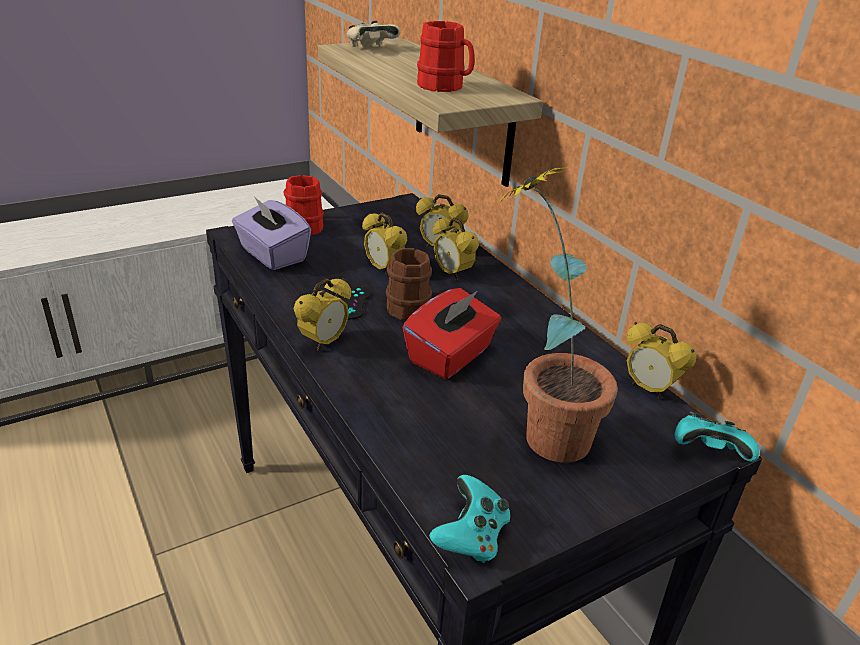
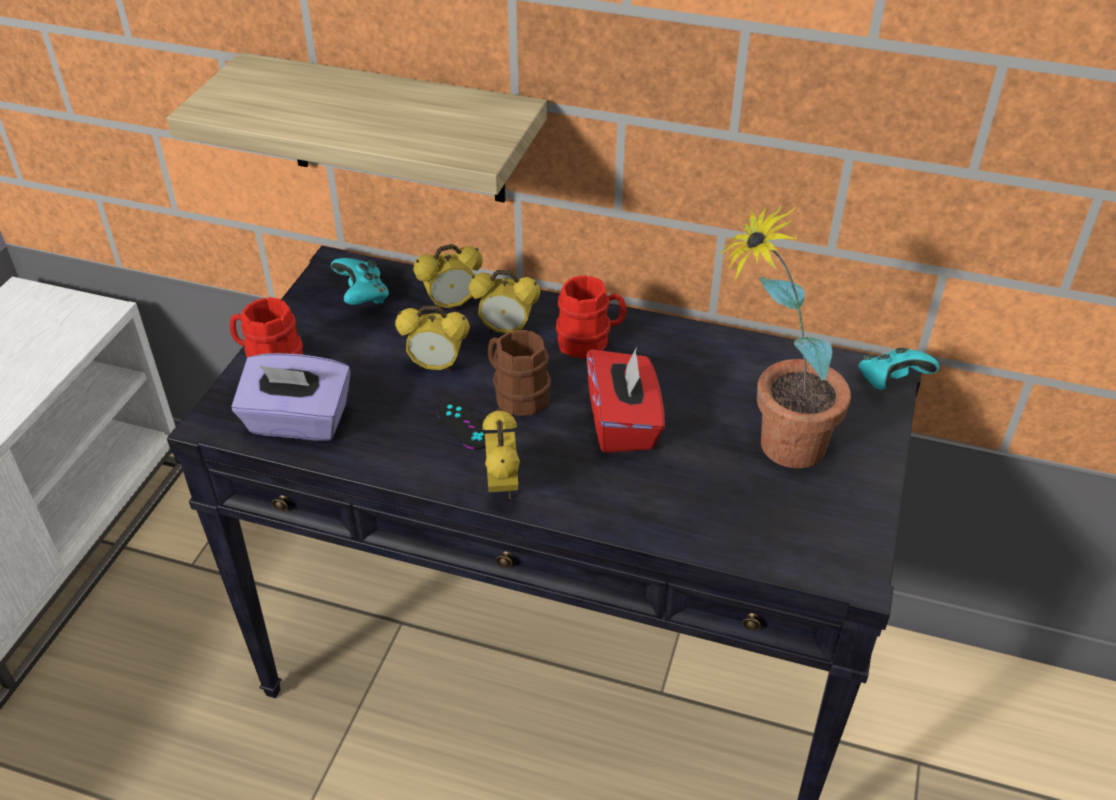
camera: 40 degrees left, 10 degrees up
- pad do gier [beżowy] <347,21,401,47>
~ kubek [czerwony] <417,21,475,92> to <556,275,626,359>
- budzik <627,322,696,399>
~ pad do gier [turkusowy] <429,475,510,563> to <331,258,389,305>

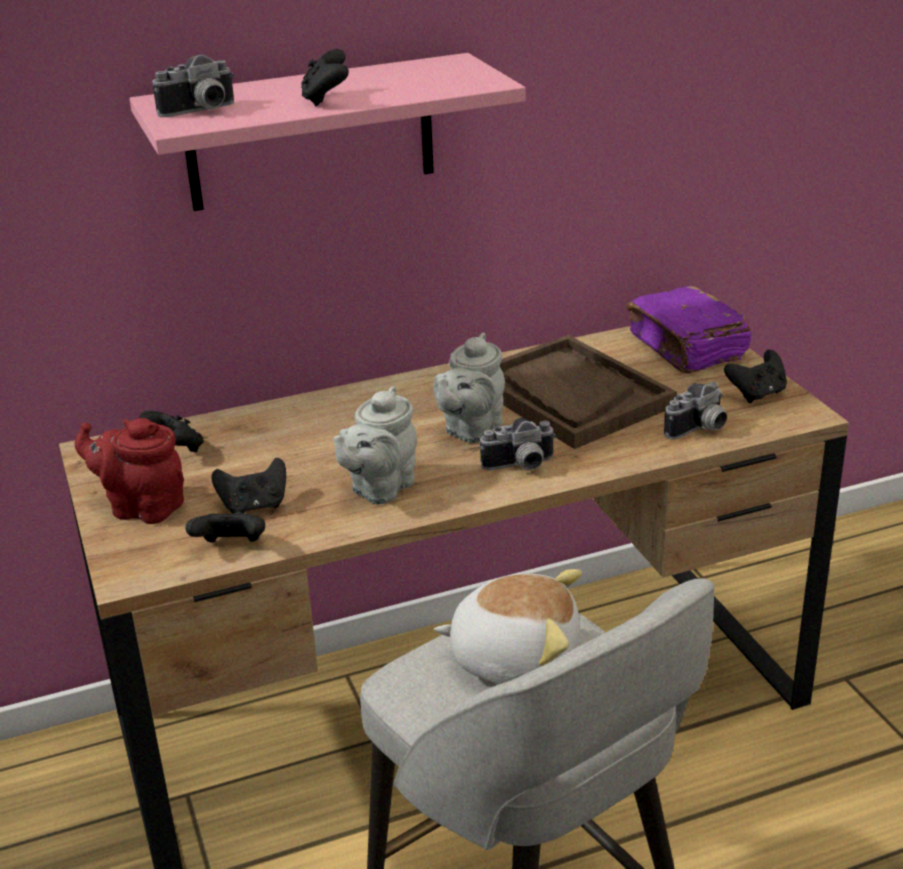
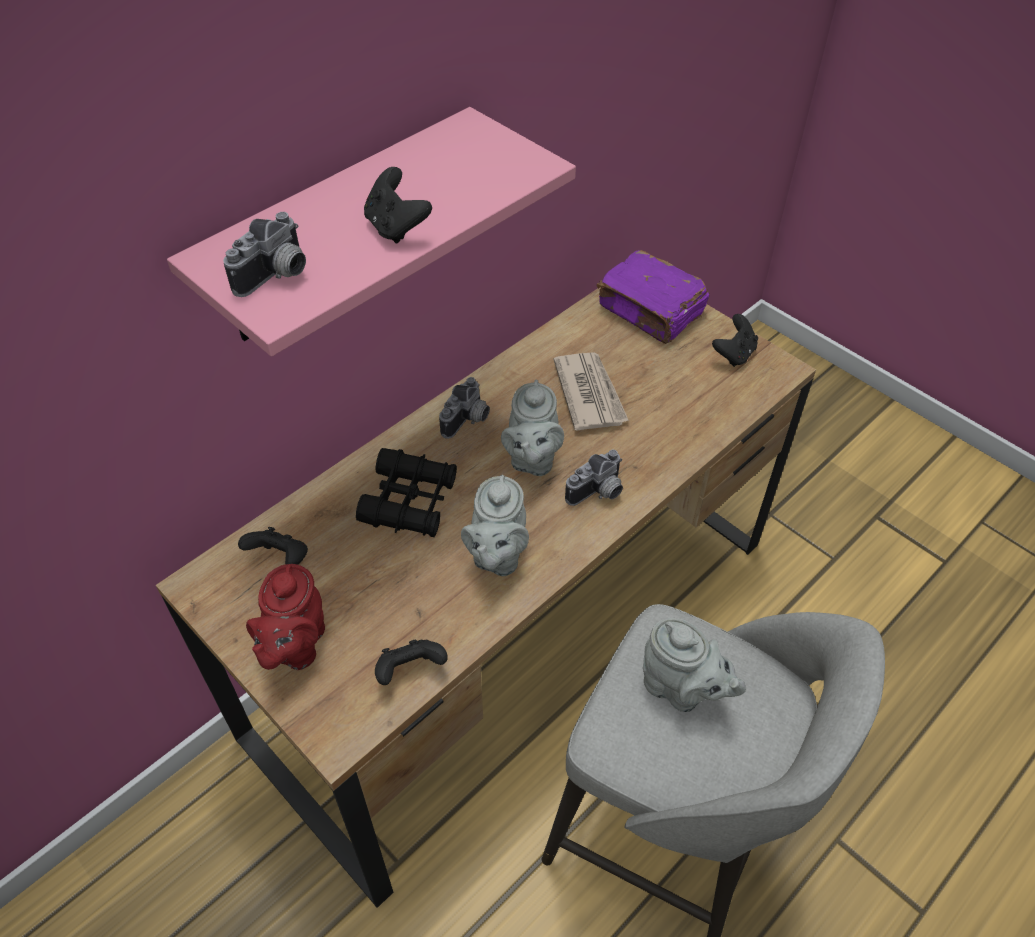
camera: 25 degrees left, 20 degrees up
~ taca [brązowy] <500,335,677,449> to gazeta <553,352,629,431>
~ aparat fotograficzny <664,382,727,439> to <439,377,490,439>
~ imbryk [czerwony] <75,418,184,524> = <246,564,325,670> 75 degrees counterclockwise
- pad do gier [czarny] <212,458,286,514>
~ pluszak <434,569,582,684> to imbryk [szary] <643,618,746,712>
+ lornetka [czarny] <356,448,457,537>

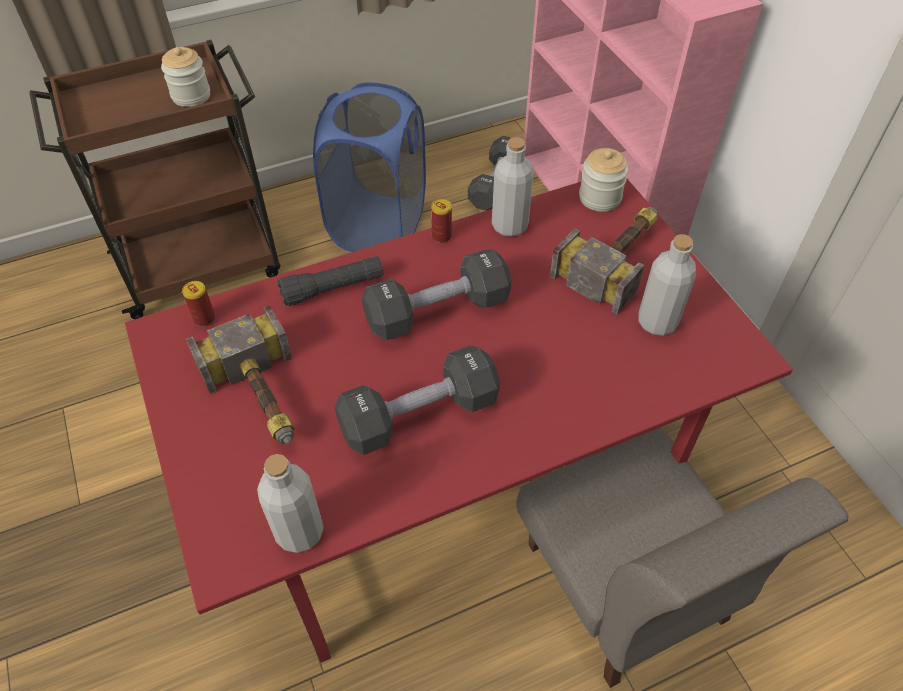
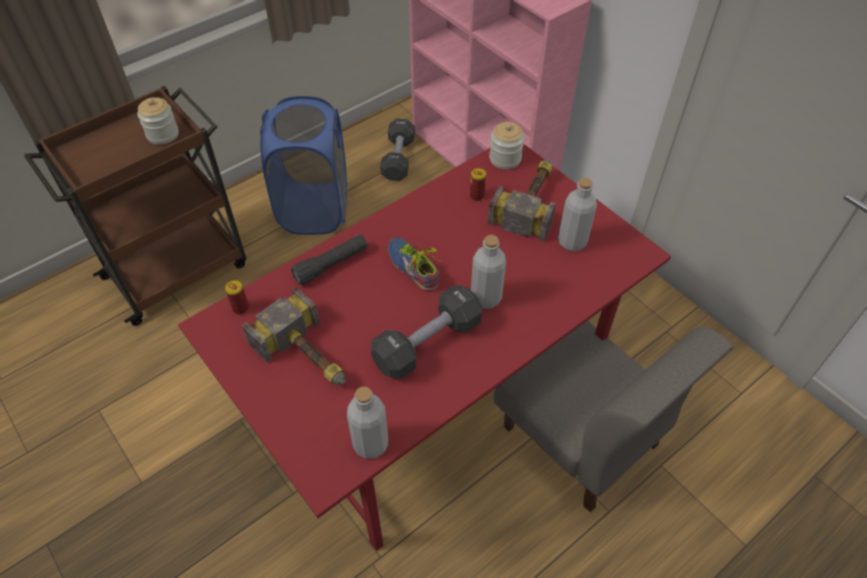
camera: 15 degrees left, 0 degrees up
~ butelka [szary] <492,137,534,237> to <471,235,506,309>
~ puszka <431,199,452,243> to <470,168,486,201>
~ hantel [czarny] <362,249,512,340> to but <388,237,440,291>

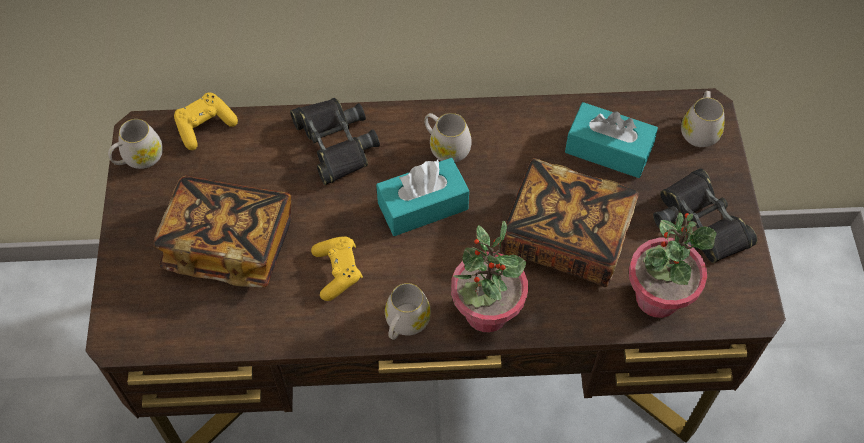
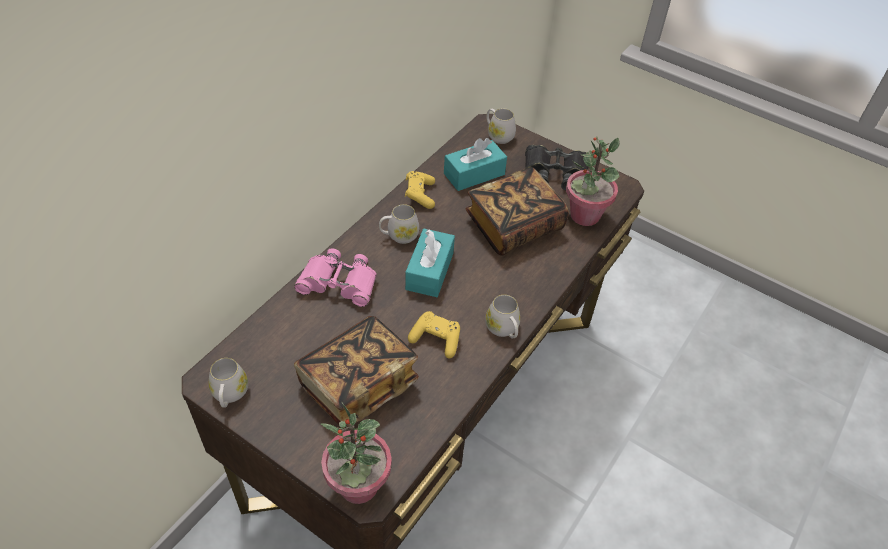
camera: 55 degrees left, 10 degrees down
~ pad do gier [żółty] <174,93,238,150> to <405,171,435,209>
~ lornetka [czarny] <290,98,380,185> to lornetka [różowy] <294,248,377,307>
~ roślina doniczkowa <451,221,528,332> to <321,402,392,504>

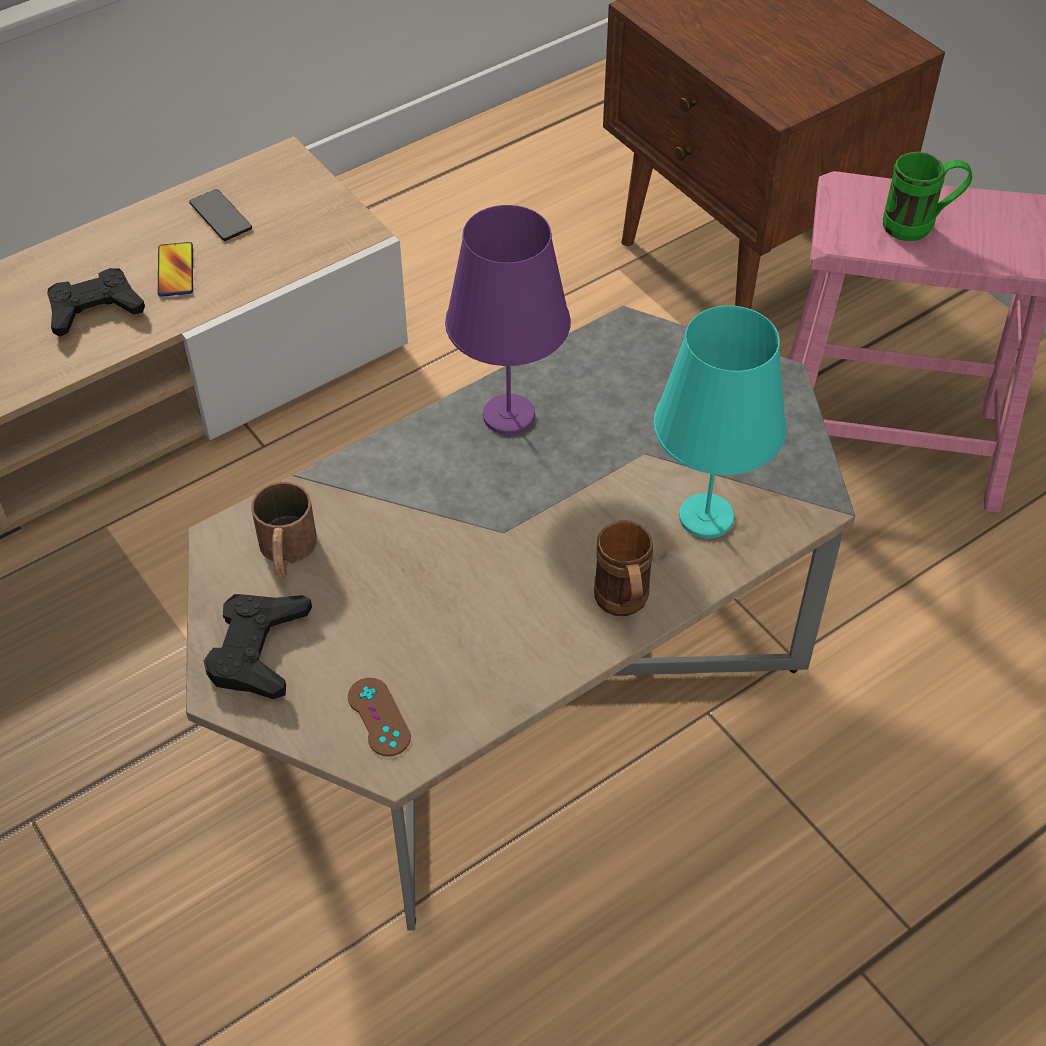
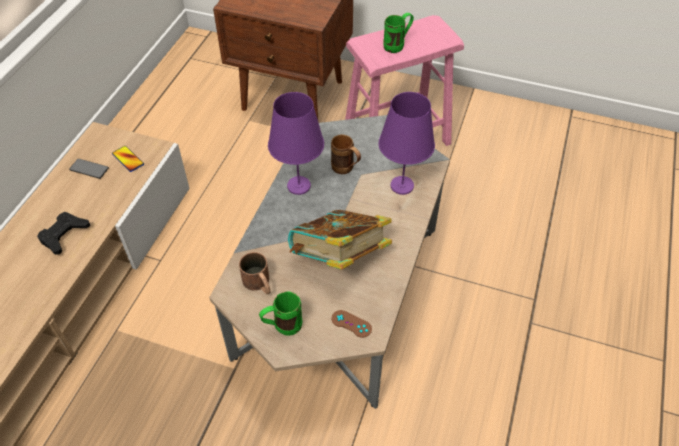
camera: 35 degrees left, 0 degrees up
~ telefon <158,242,193,297> to <112,146,144,172>
~ lampa stołowa [turkusowy] <653,305,787,538> to lampa stołowa [fioletowy] <379,92,435,195>
~ kubek [brązowy] <594,520,653,616> to <331,134,361,174>
~ pad do gier [czarny] <204,594,312,699> to kubek [zielony] <259,291,302,336>
+ książka <288,210,392,270>

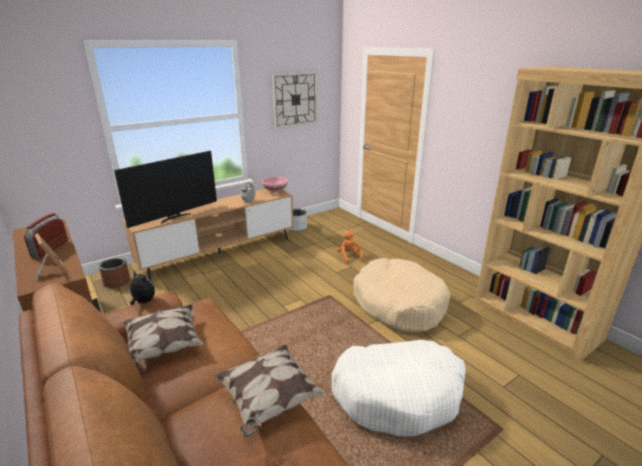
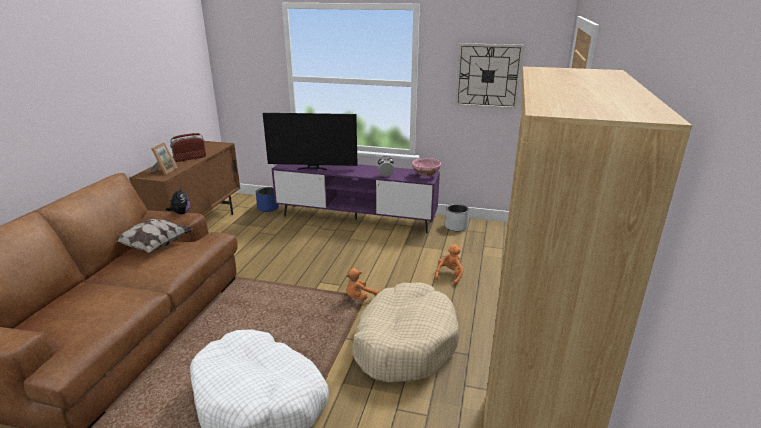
camera: 50 degrees right, 0 degrees up
~ szafka pod telewizor [brązowy] <123,189,293,280> to szafka pod telewizor [fioletowy] <272,164,440,233>
~ donica [brązowy] <99,257,130,288> to donica [niebieski] <256,187,279,212>
- poduszka <214,345,327,438>
+ pluszak [pomarańczowy] <346,268,379,300>

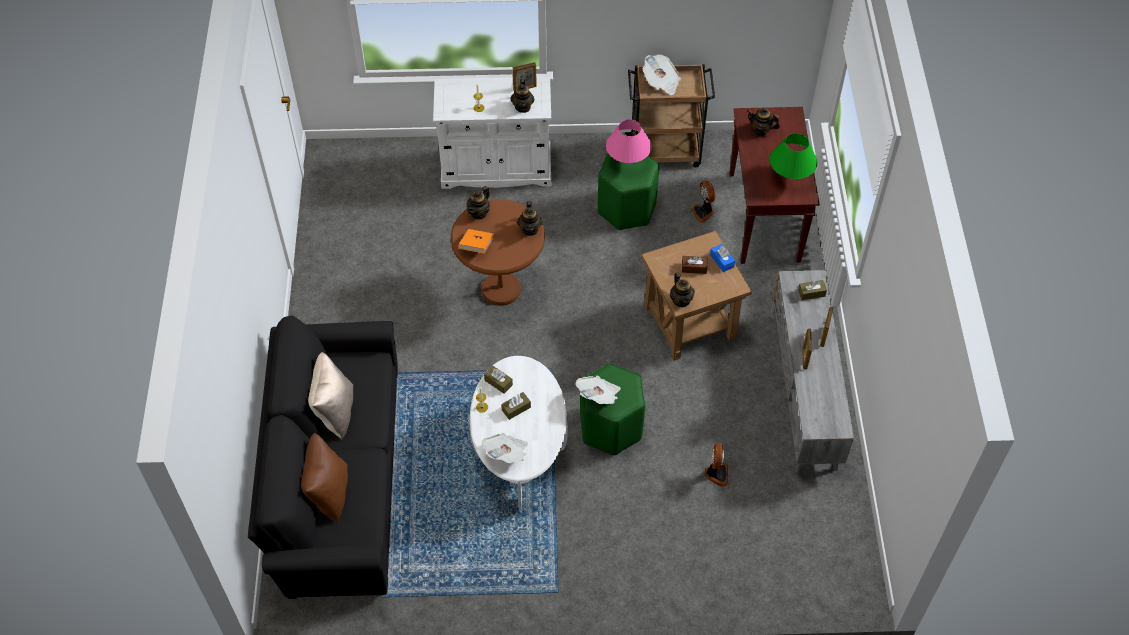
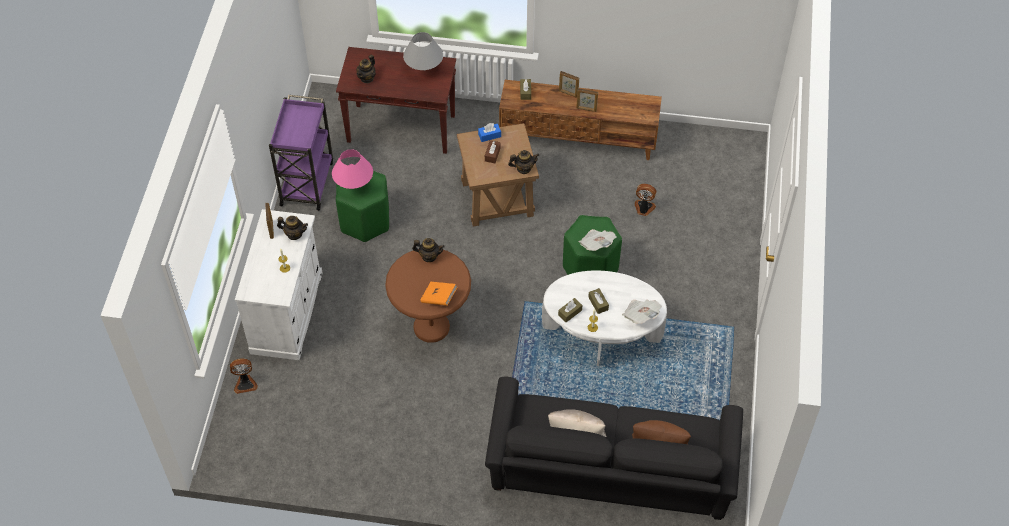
camera: 80 degrees left, 0 degrees up
- gazeta <643,54,681,95>
~ wózek [brązowy] <625,64,715,167> to wózek [fioletowy] <269,95,333,211>
~ lampa stołowa [zielony] <770,134,817,179> to lampa stołowa [szary] <403,32,443,71>
~ wentylator <691,180,715,223> to <230,358,258,394>
- imbryk <467,186,490,220>
~ szafka pod telewizor [szary] <773,270,854,472> to szafka pod telewizor [brązowy] <499,80,662,160>

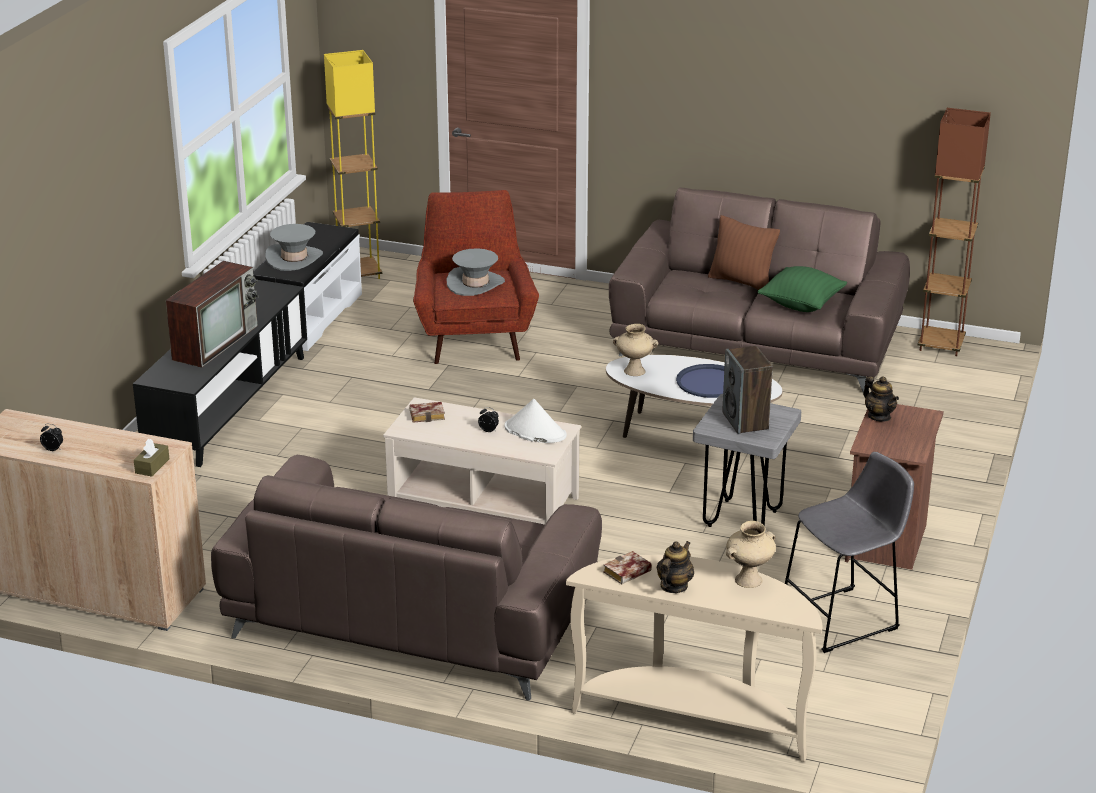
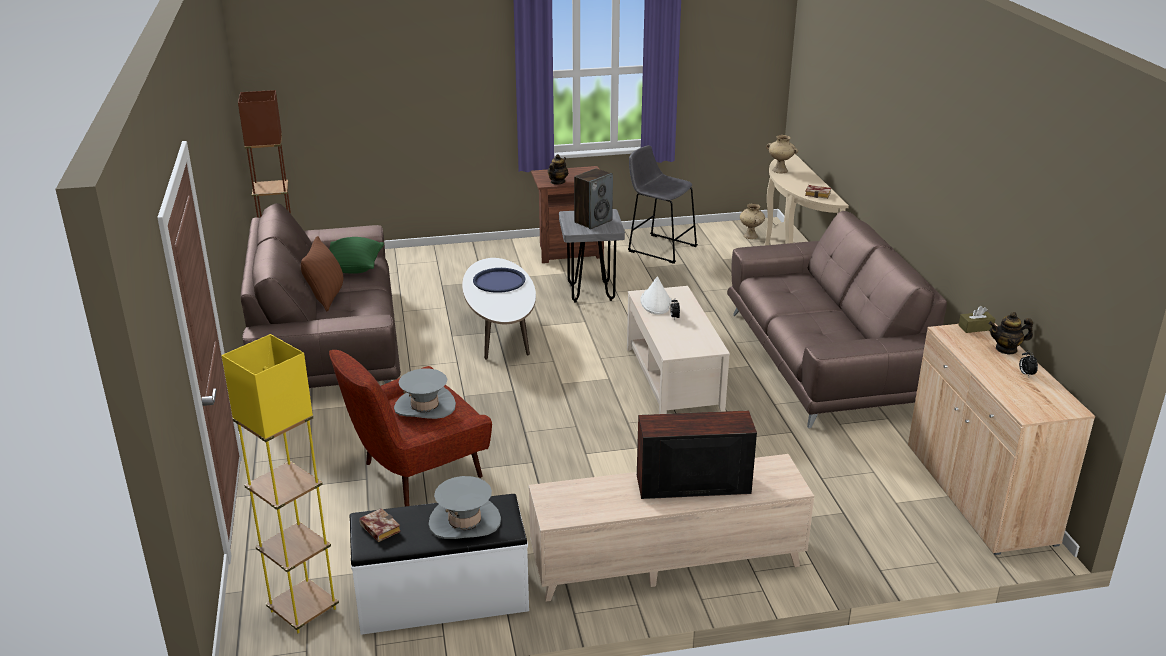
camera: 120 degrees left, 0 degrees up
~ szafka pod telewizor [czarny] <133,280,307,467> to szafka pod telewizor [beżowy] <529,454,814,602>
~ wazon [beżowy] <613,324,658,376> to <740,204,765,239>
~ książka <409,402,445,423> to <359,508,401,542>
~ imbryk <656,541,694,593> to <989,312,1033,354>

